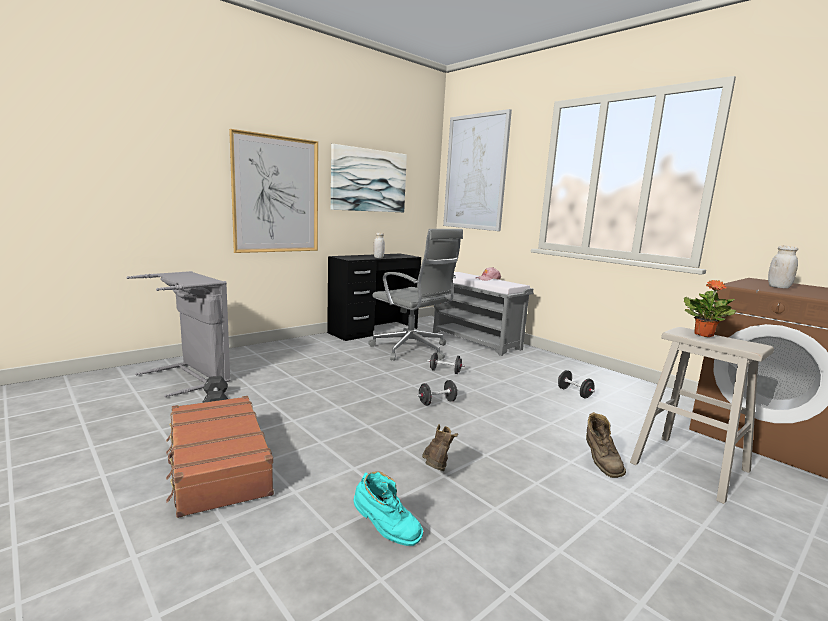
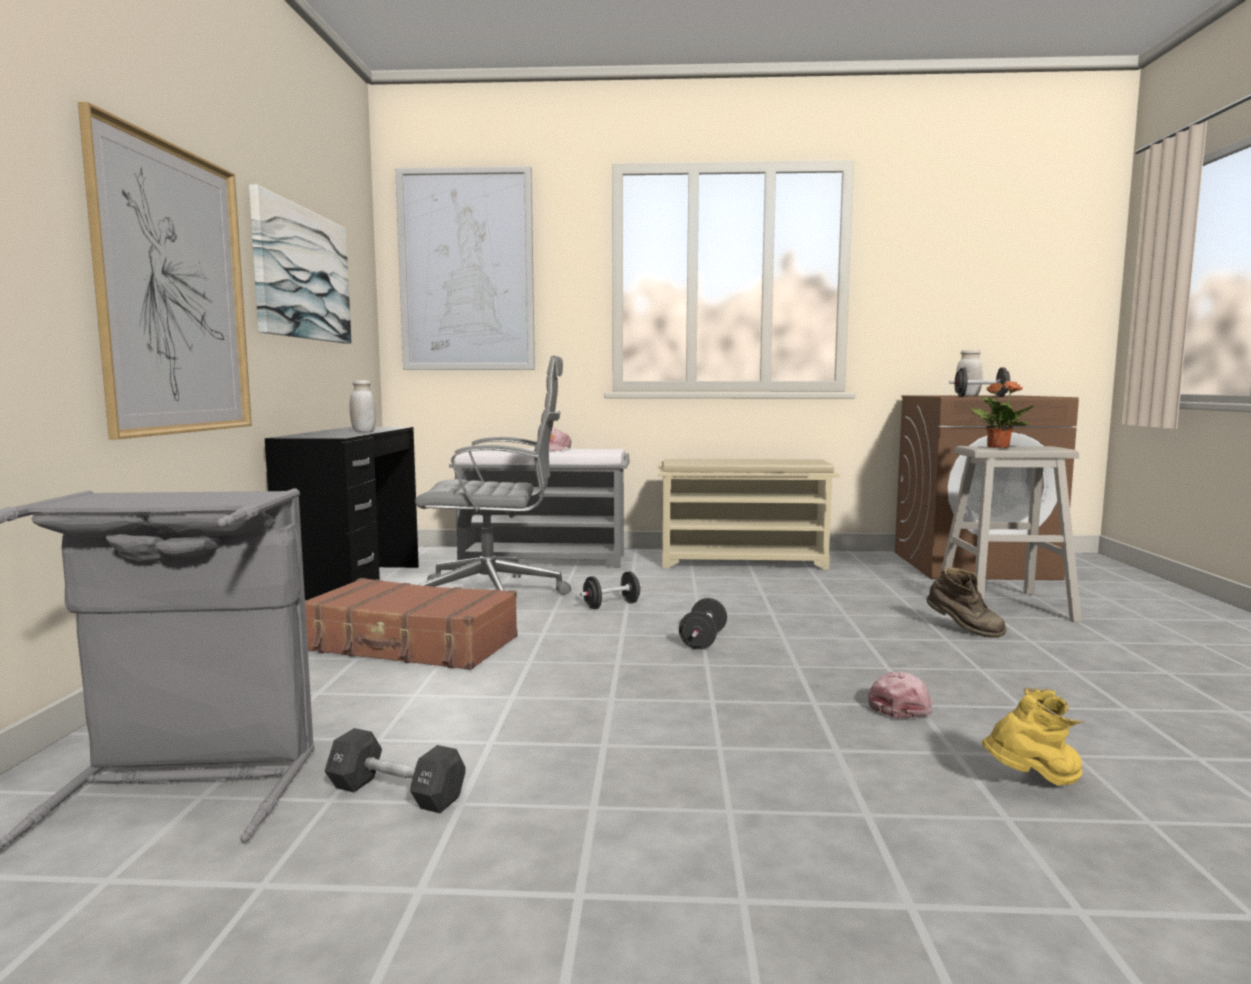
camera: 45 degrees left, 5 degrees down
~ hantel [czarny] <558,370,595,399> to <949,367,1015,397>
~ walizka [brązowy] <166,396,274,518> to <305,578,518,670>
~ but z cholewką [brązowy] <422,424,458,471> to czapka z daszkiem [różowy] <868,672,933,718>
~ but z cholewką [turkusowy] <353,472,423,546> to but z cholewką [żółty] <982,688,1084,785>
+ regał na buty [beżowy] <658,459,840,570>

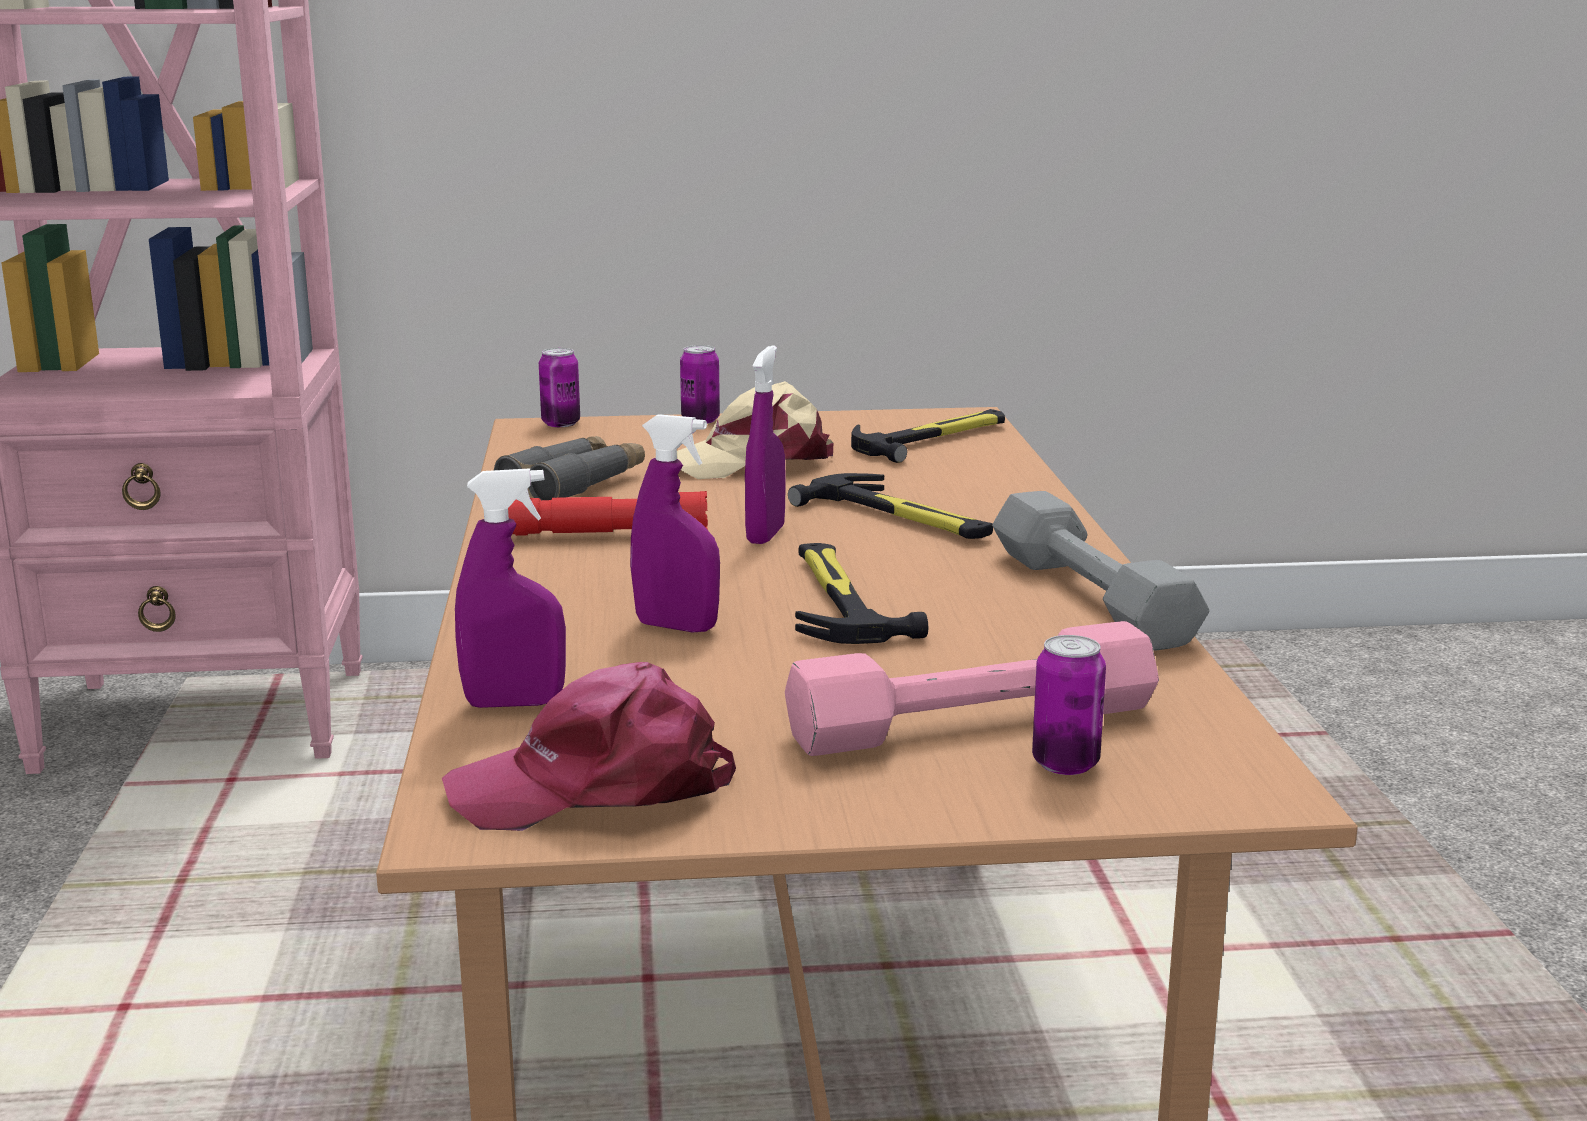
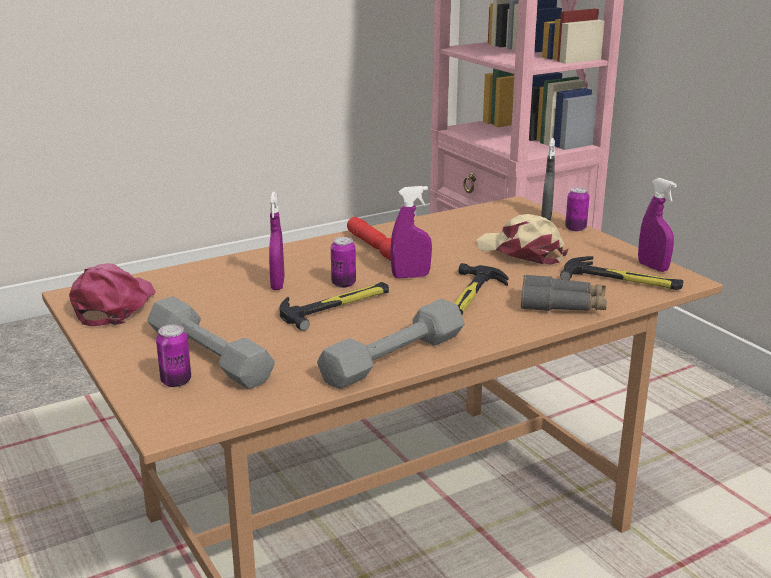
camera: 65 degrees right, 5 degrees up
~ puszka <539,348,580,427> to <331,237,356,288>
~ lornetka [szary] <494,436,645,500> to <521,274,607,311>
~ spryskiwacz [fioletowy] <455,468,566,708> to <638,178,677,272>
~ hantel [różowy] <785,621,1159,756> to hantel [szary] <147,297,275,389>
~ czapka z daszkiem [różowy] <442,662,736,831> = <69,263,156,326> 45 degrees clockwise
+ spryskiwacz [szary] <541,138,555,221>

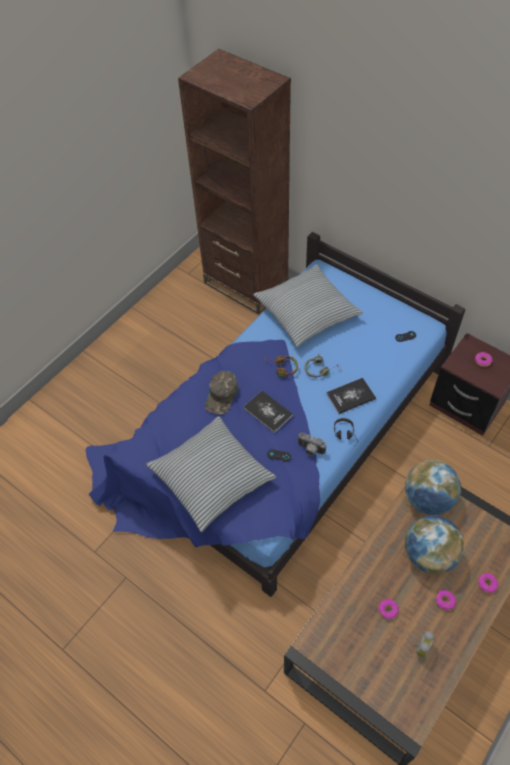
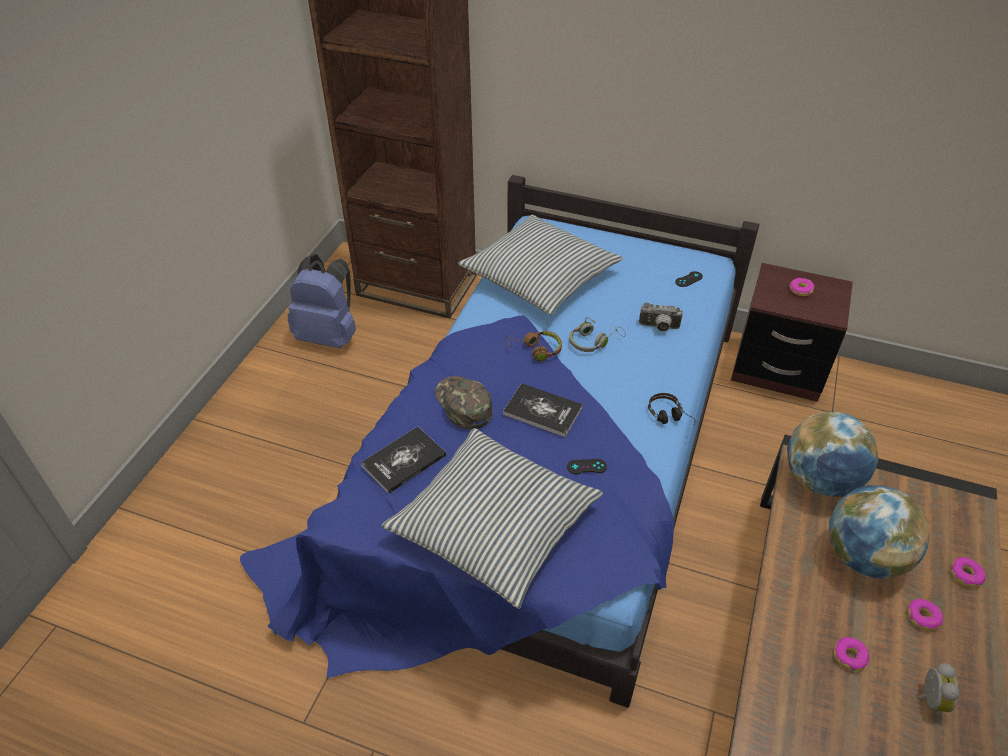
camera: 20 degrees left, 10 degrees down
~ czapka z daszkiem [zielony] <205,371,238,414> = <435,376,493,430> 150 degrees clockwise
~ książka <326,378,376,414> to <361,426,446,494>
~ aparat fotograficzny <297,432,327,456> to <639,303,683,332>
+ plecak [niebieski] <288,254,356,348>

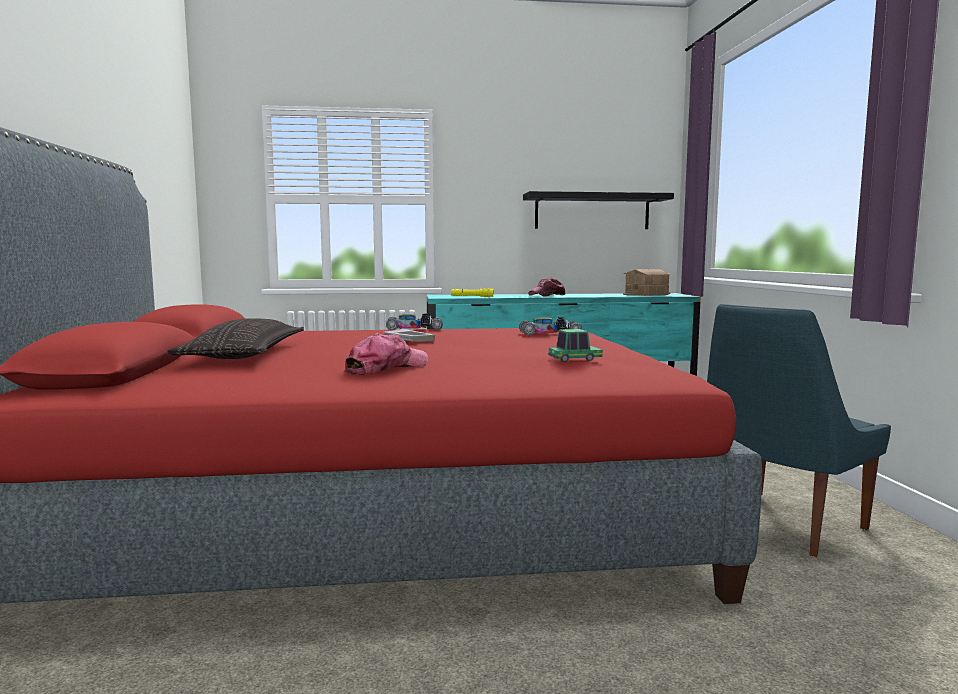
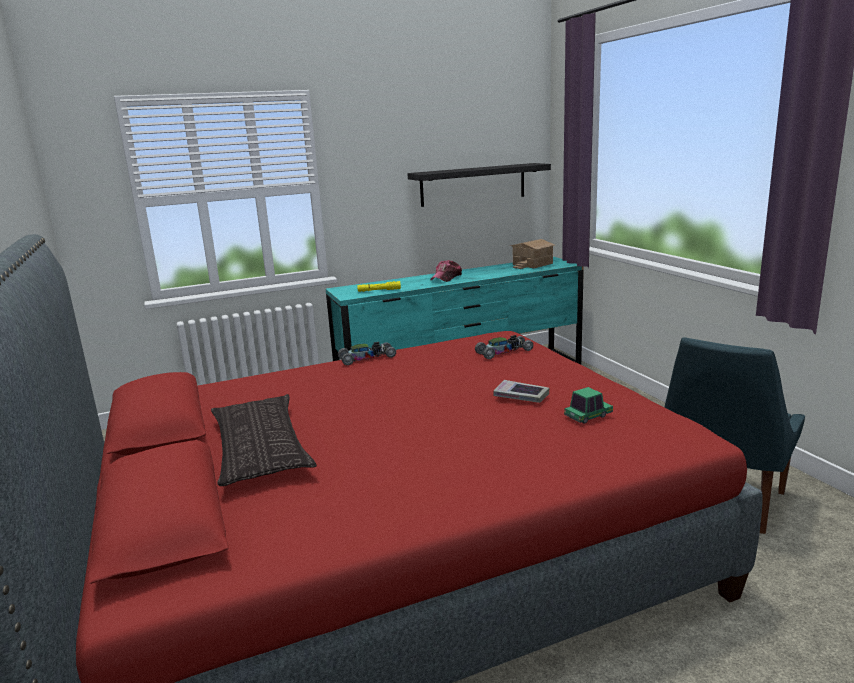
camera: 15 degrees left, 10 degrees up
~ książka <383,329,435,342> to <494,380,549,403>
- czapka z daszkiem <343,333,428,375>

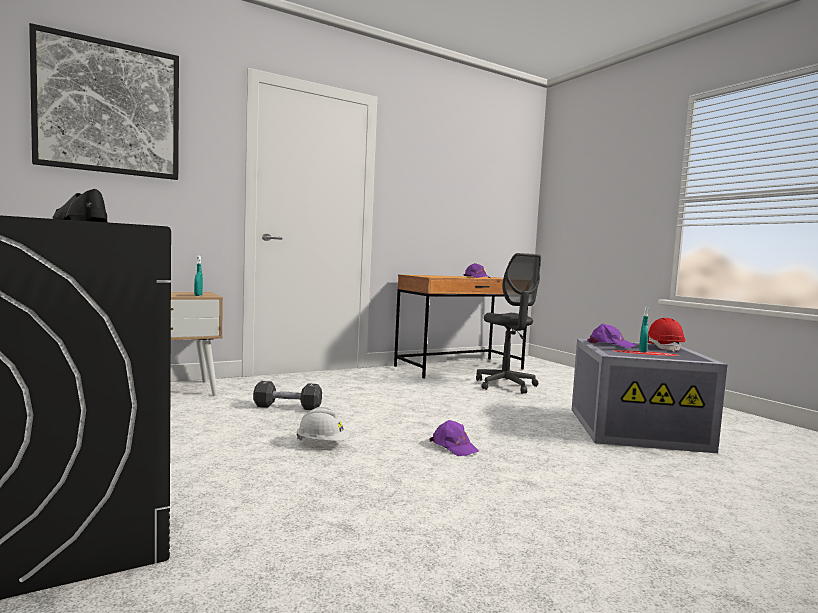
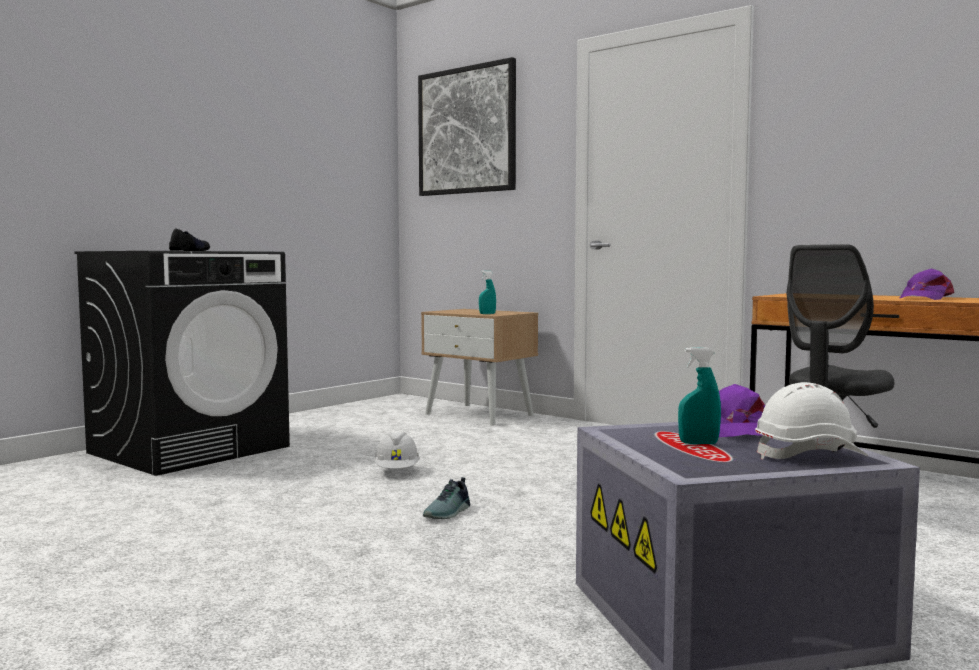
camera: 70 degrees right, 0 degrees up
~ kask [czerwony] <648,318,686,352> to kask [biały] <755,382,868,460>
- hantel [czarny] <253,381,322,410>
~ czapka z daszkiem [fioletowy] <429,420,479,456> to but <423,477,470,519>

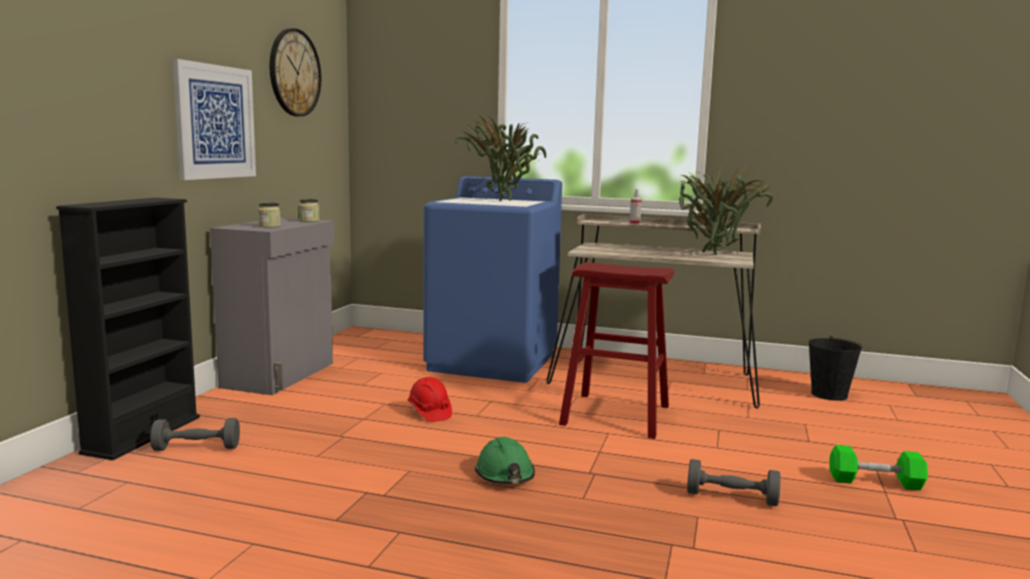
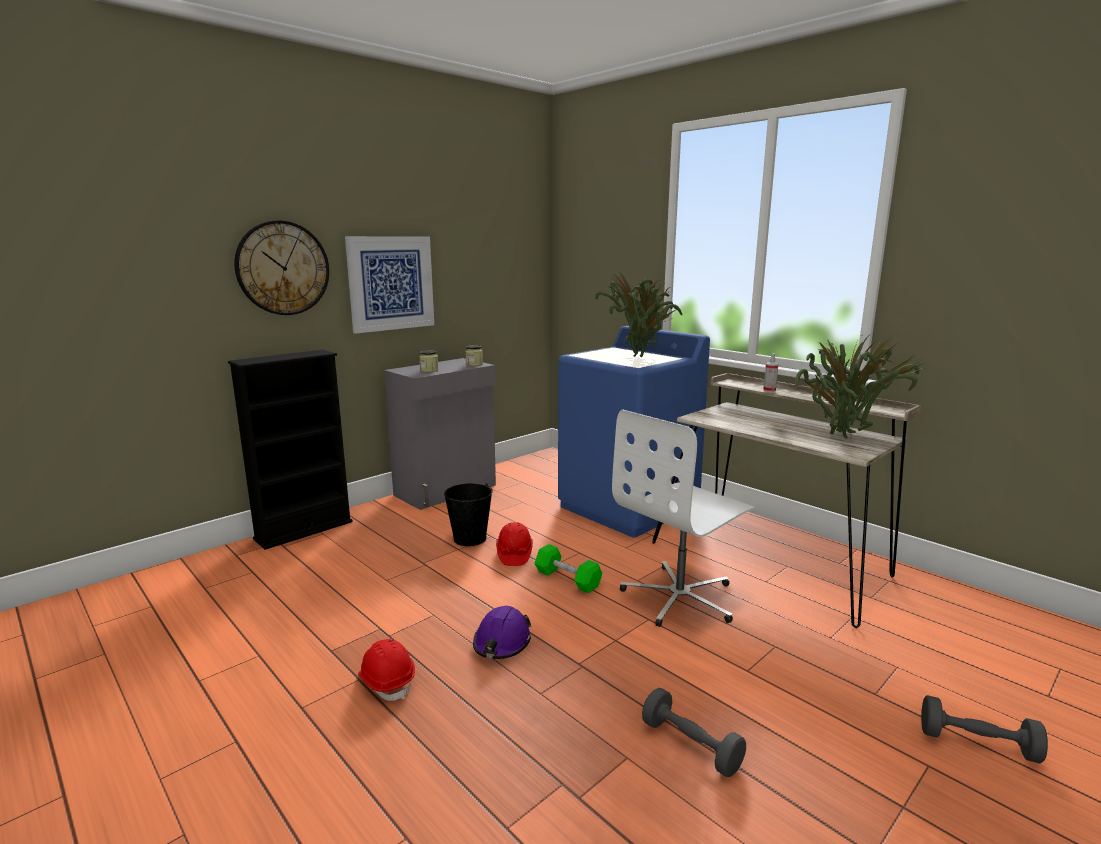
camera: 30 degrees right, 5 degrees up
~ zegar ścienny <270,28,321,117> to <234,220,329,315>
~ stołek [czerwony] <559,262,674,439> to krzesło biurowe [biały] <612,410,754,627>
~ wiadro [czarny] <809,336,862,401> to <444,483,493,546>
~ hantel [szary] <150,418,240,451> to <921,695,1048,763>
~ kask [zielony] <475,437,535,484> to kask [fioletowy] <473,606,531,659>
~ hantel [zielony] <829,445,928,490> to <534,544,602,593>
+ kask [czerwony] <358,639,415,701>

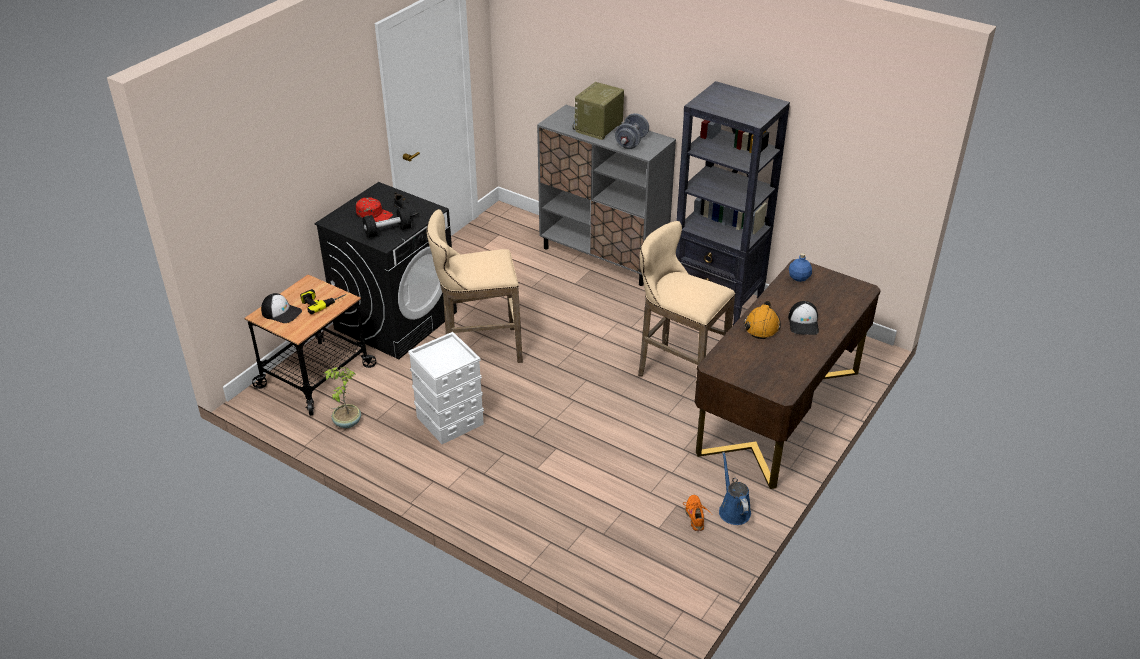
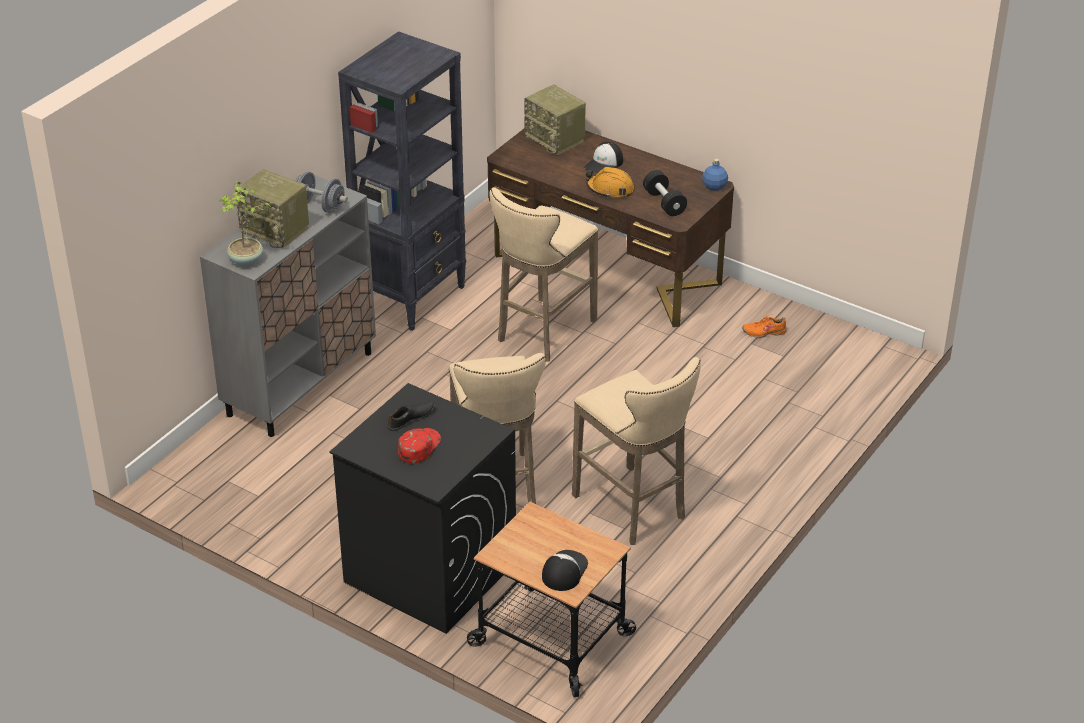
camera: 90 degrees left, 0 degrees up
~ hantel [czarny] <363,207,411,238> to <643,170,687,216>
~ butelka [niebieski] <789,253,812,282> to <702,159,728,191>
- wiertarka <300,289,346,314>
~ czapka z daszkiem <788,301,819,335> = <584,142,623,174> 120 degrees clockwise
~ pojemnik do przechowywania [biały] <408,332,484,444> to stołek [beżowy] <572,357,701,545>
~ roślina doniczkowa <323,367,361,428> to <219,181,272,266>
- konewka [niebieski] <719,452,751,525>
+ radio <524,84,586,155>

